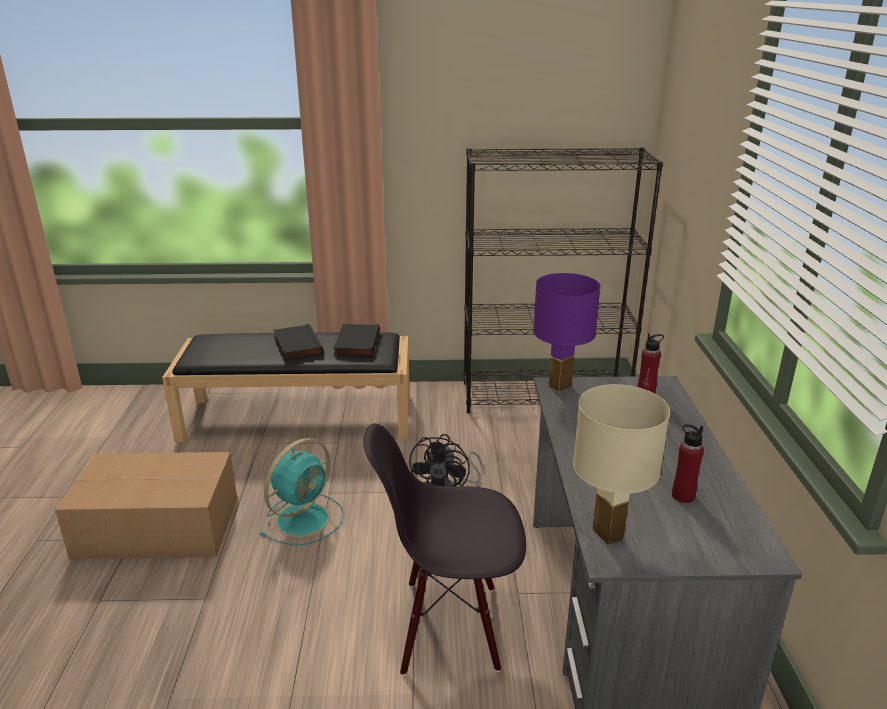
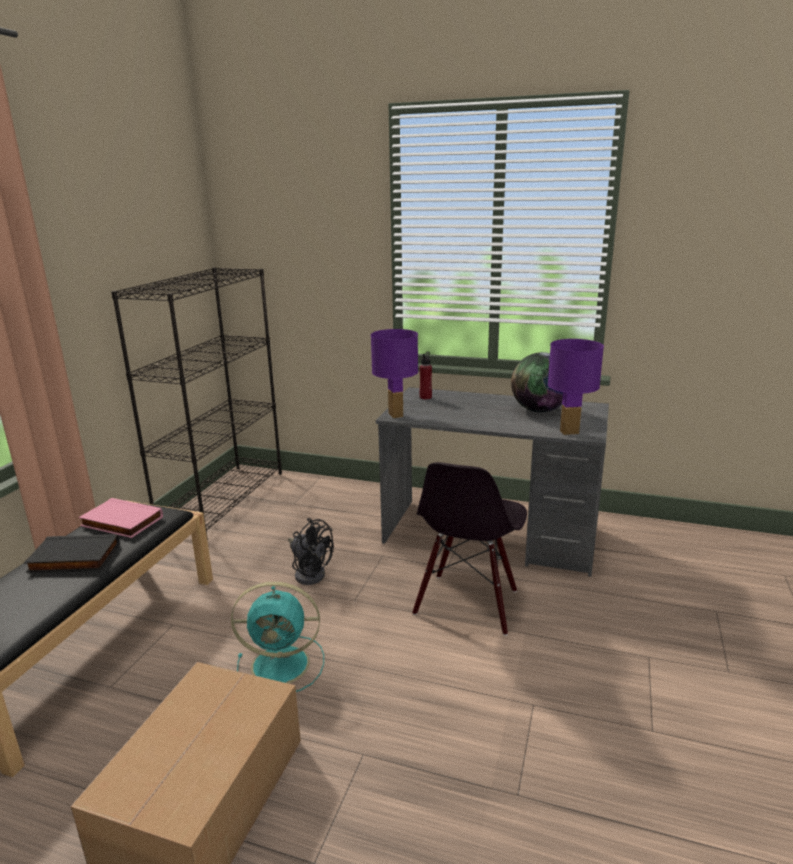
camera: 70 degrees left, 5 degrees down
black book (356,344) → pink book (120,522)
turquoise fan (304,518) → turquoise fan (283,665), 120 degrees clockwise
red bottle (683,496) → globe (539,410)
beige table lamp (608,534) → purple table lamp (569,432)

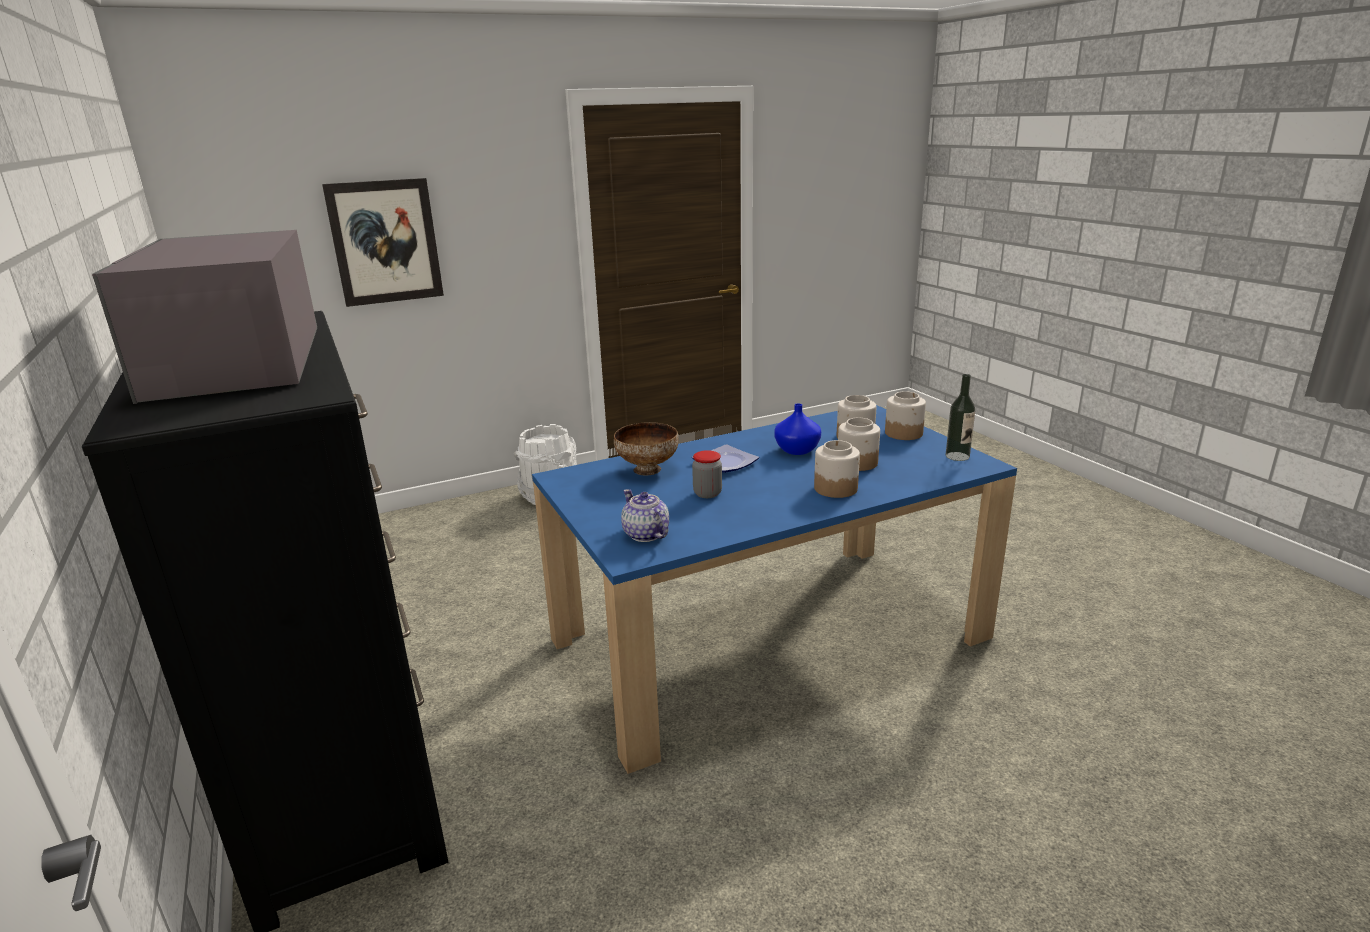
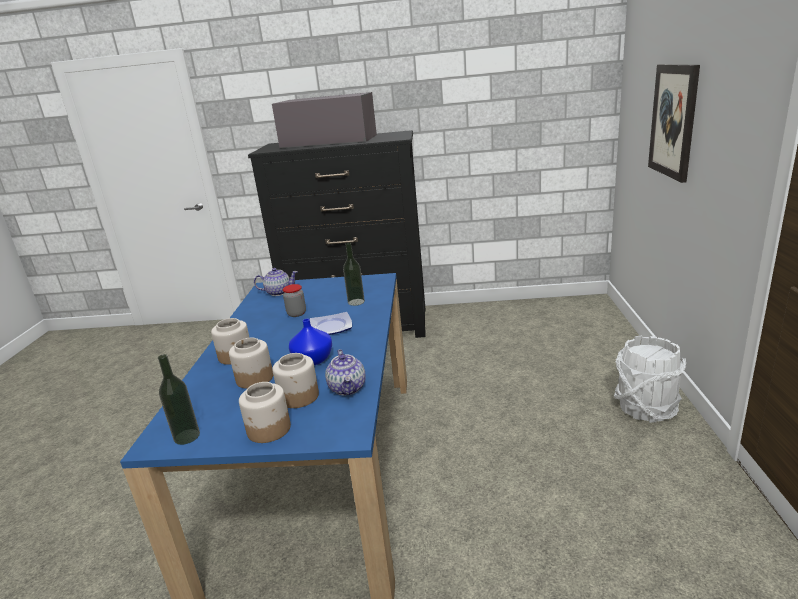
camera: 120 degrees right, 0 degrees up
- → teapot (348,388)
bowl (648,469) → bottle (356,302)

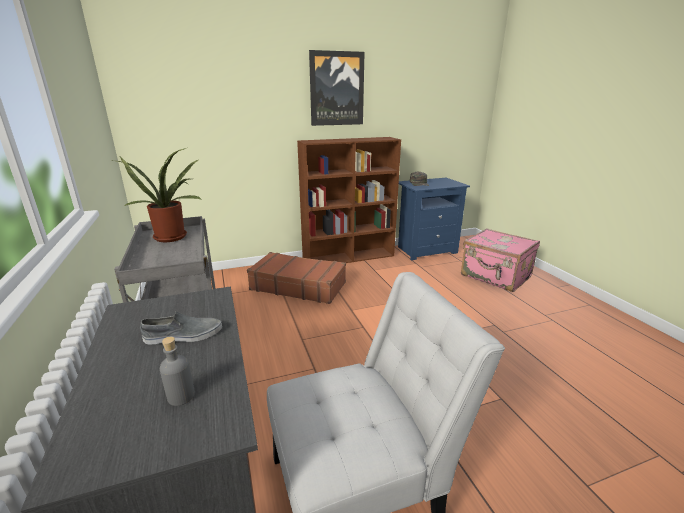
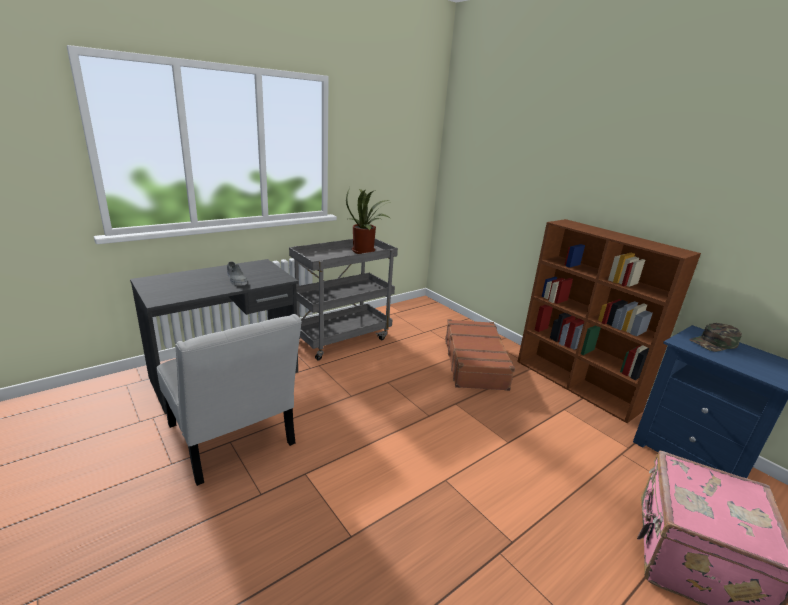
camera: 70 degrees right, 0 degrees up
grey bottle (181,396) → -
picture (336,89) → -

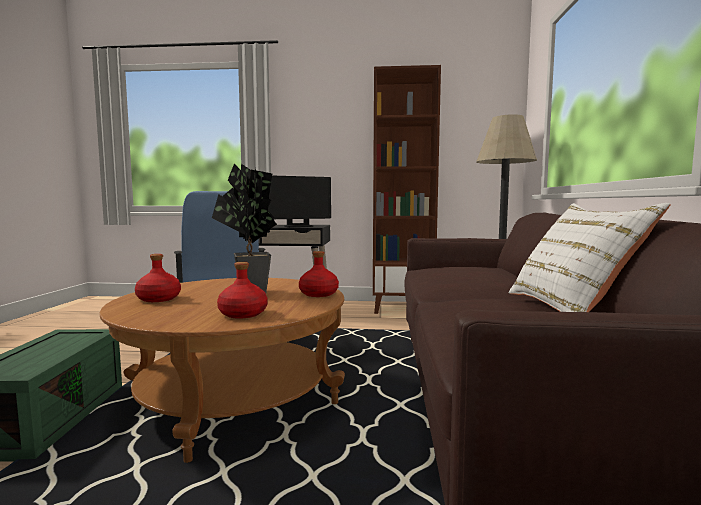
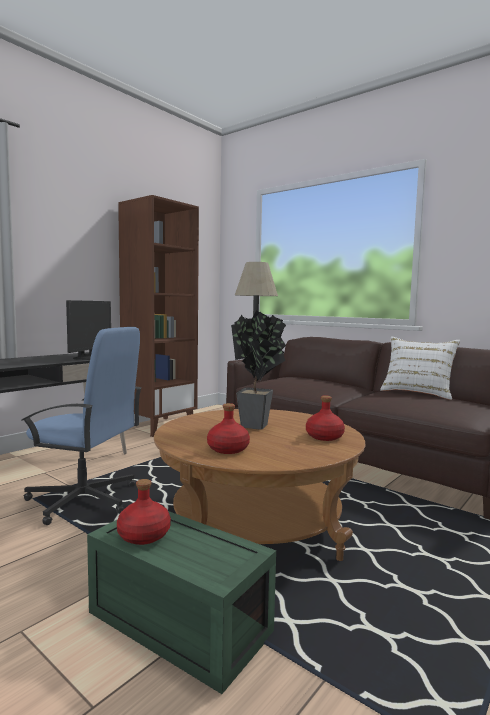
camera: 55 degrees left, 0 degrees up
red bottle (319,294) → red bottle (144,535), move

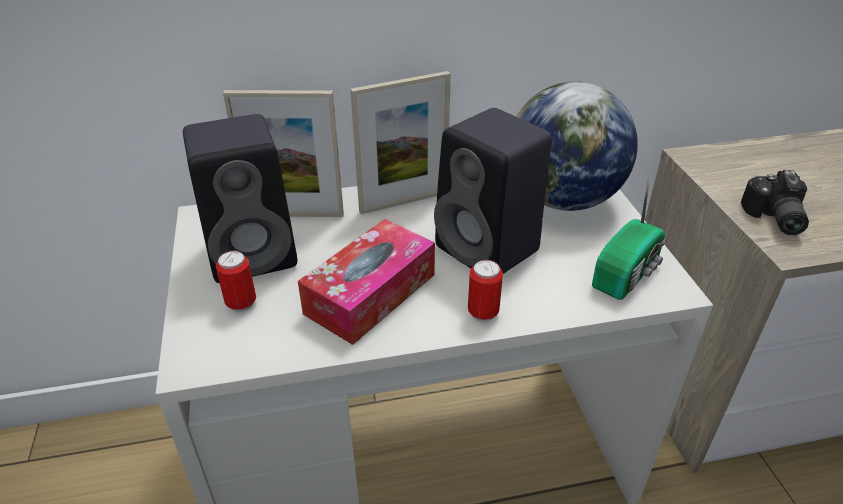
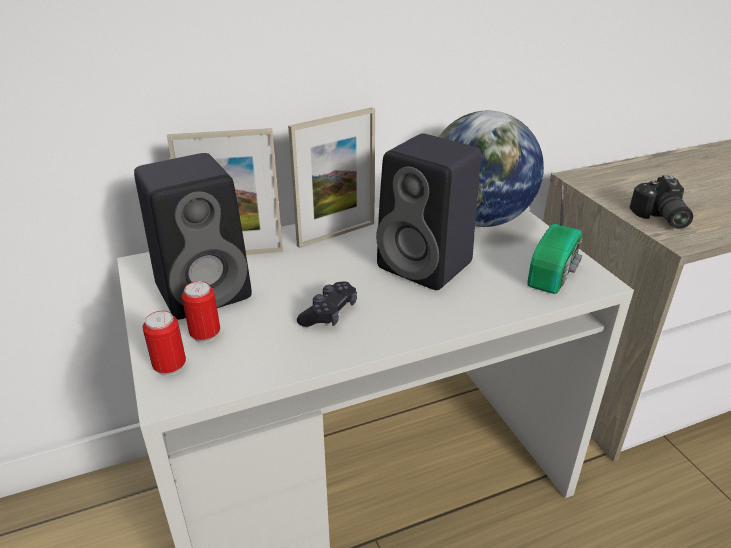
camera: 10 degrees left, 5 degrees down
can (483,313) → can (170,367), move
tissue box (370,294) → black game controller (329,313)

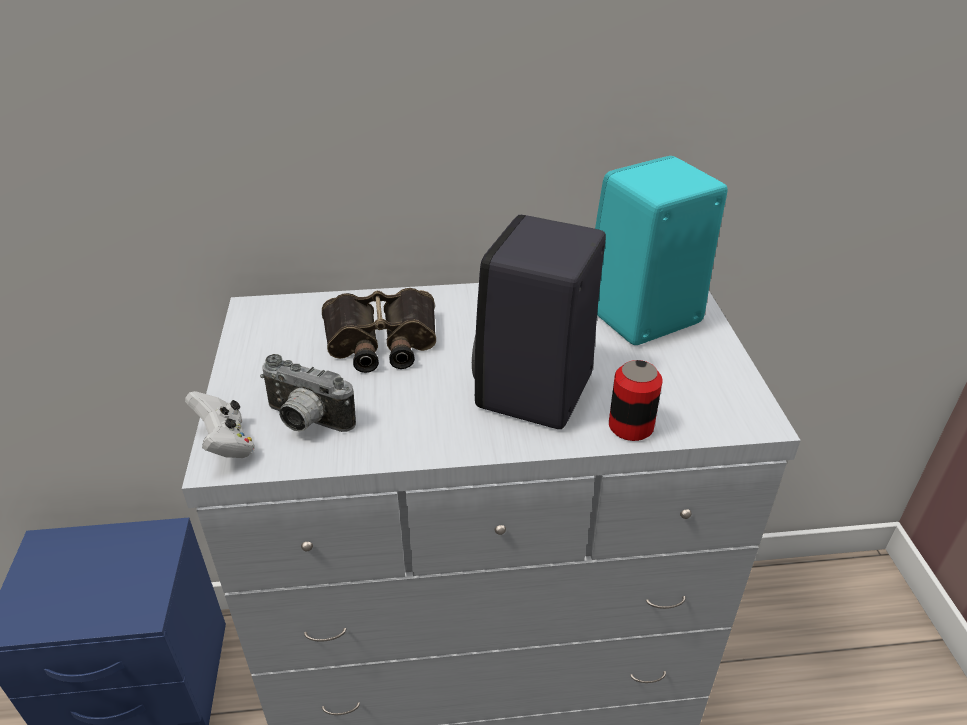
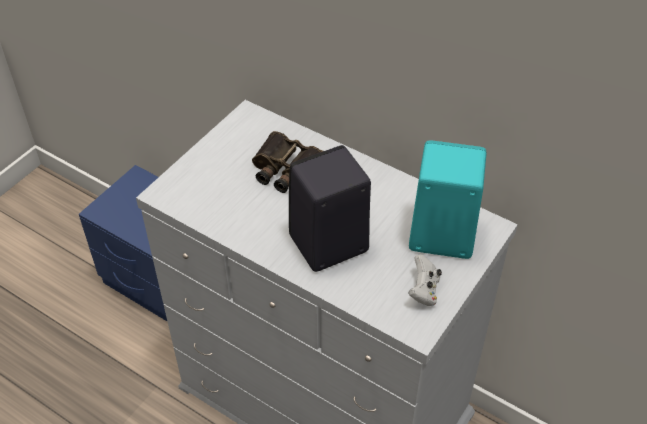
camera: 40 degrees right, 10 degrees up
white game controller (226,444) → white game controller (424,291), move
photo camera (305,422) → -
can (631,426) → -

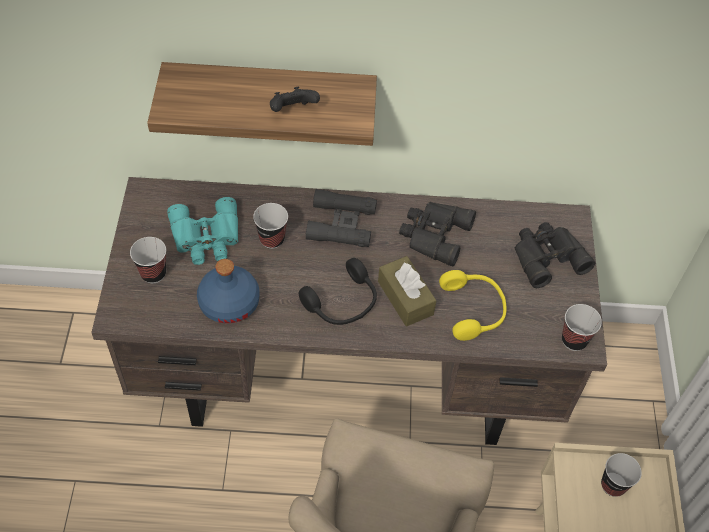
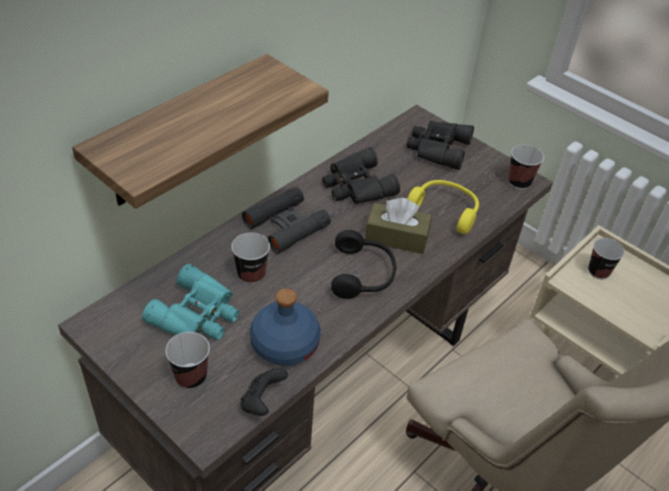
camera: 50 degrees left, 10 degrees down
black game controller (293,111) → black game controller (262,402), move

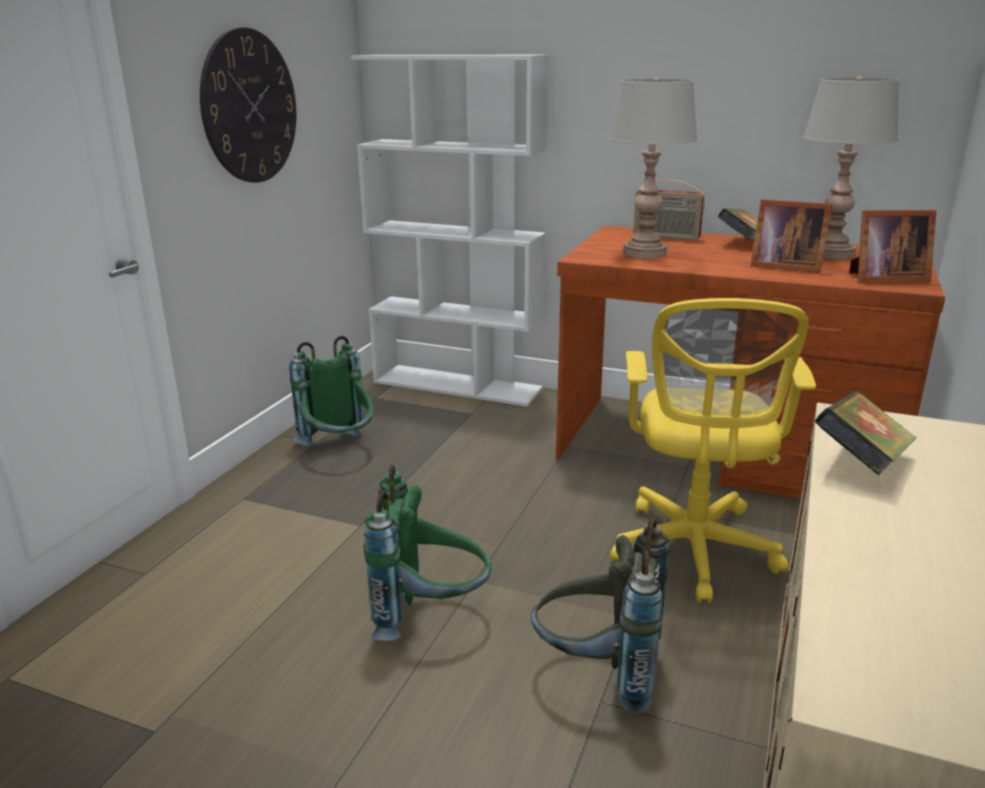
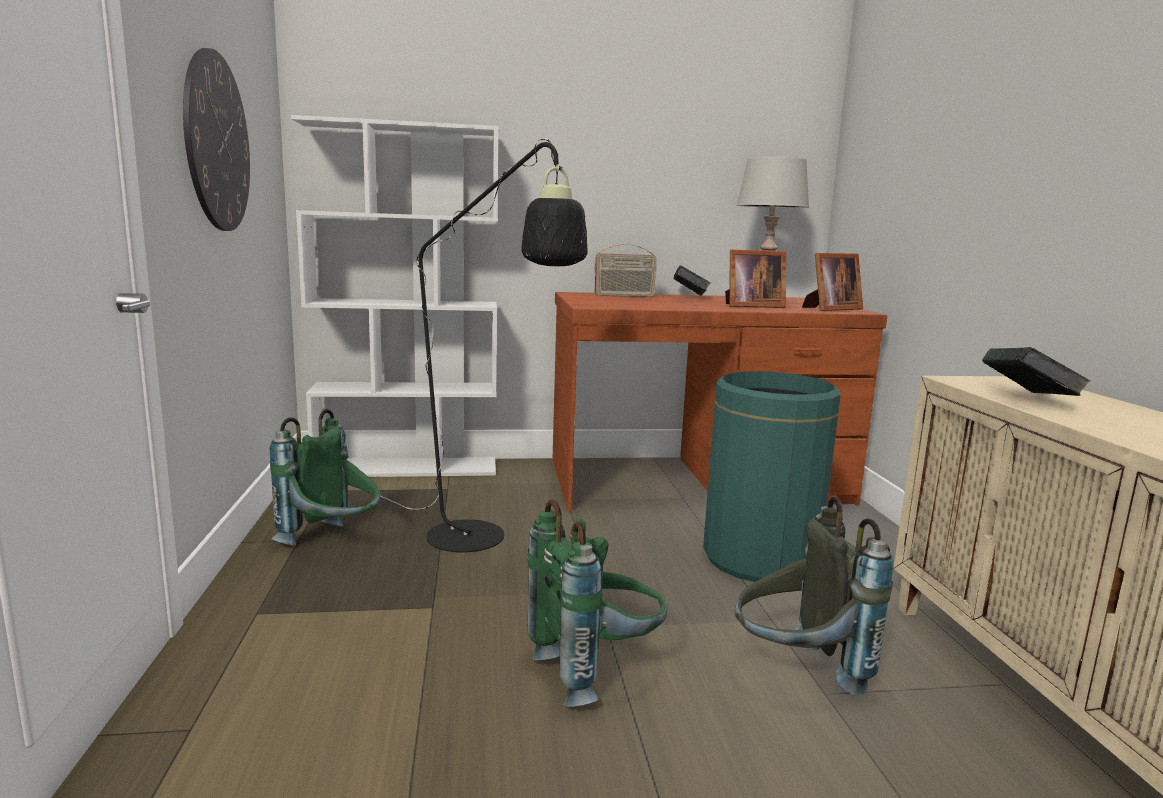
camera: 30 degrees left, 10 degrees down
- → black floor lamp (480,542)
yellow office chair (694,553) → green trash can (760,559)
grey table lamp (644,253) → -

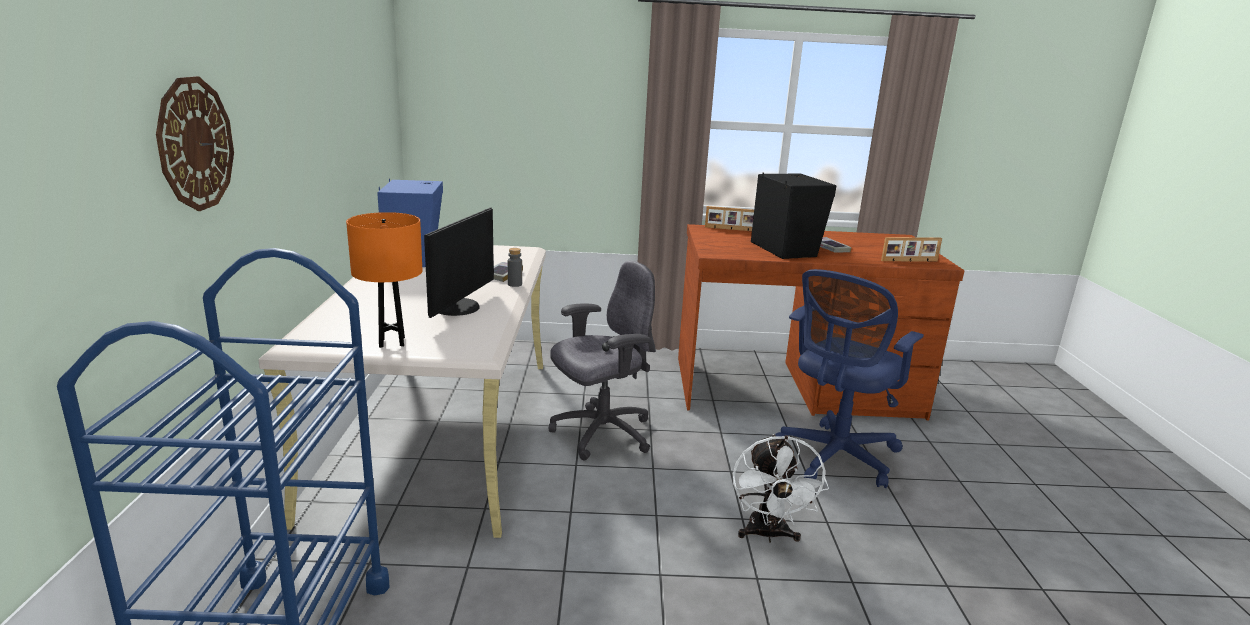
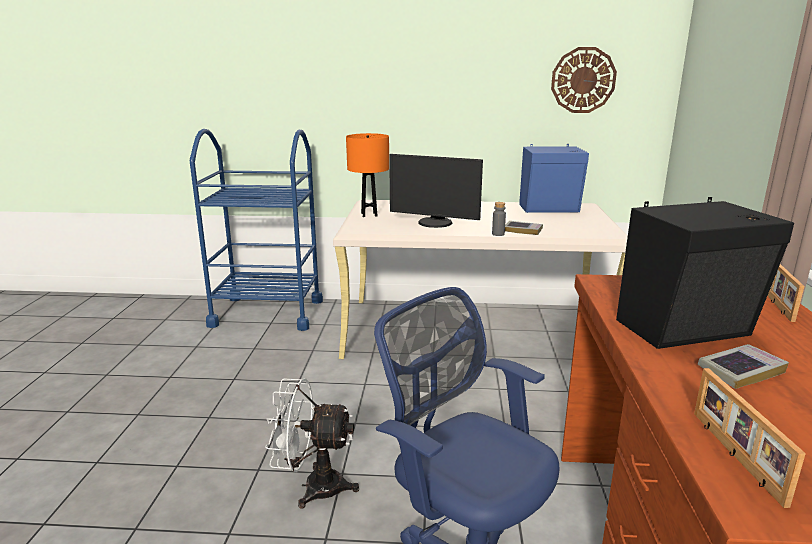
camera: 95 degrees right, 0 degrees up
wall clock (195,144) → wall clock (583,80), move
grey office chair (601,434) → -

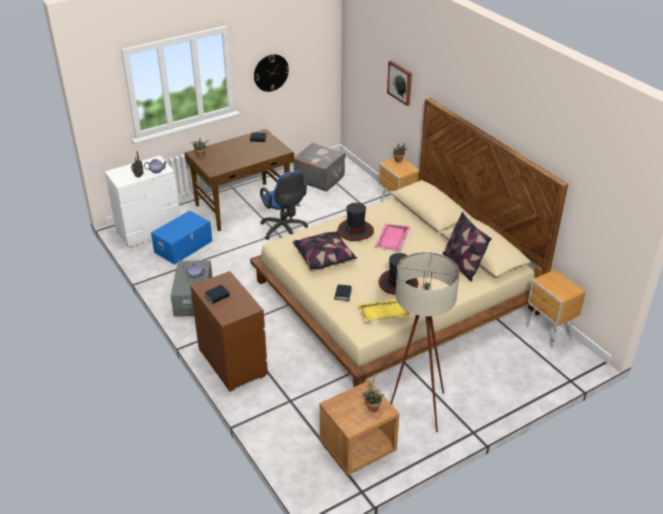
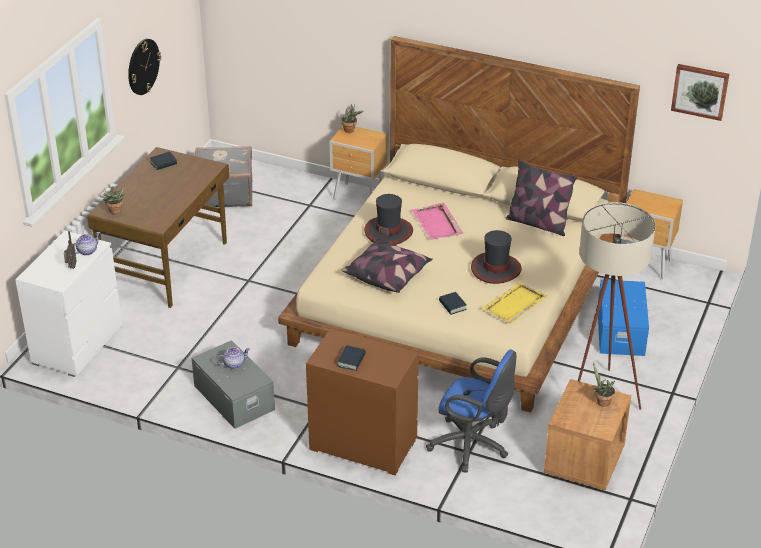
camera: 35 degrees left, 0 degrees up
blue office chair (284,231) → blue office chair (472,446), move
blue storage box (184,247) → blue storage box (621,330), move
picture (400,82) → picture (700,91), move

